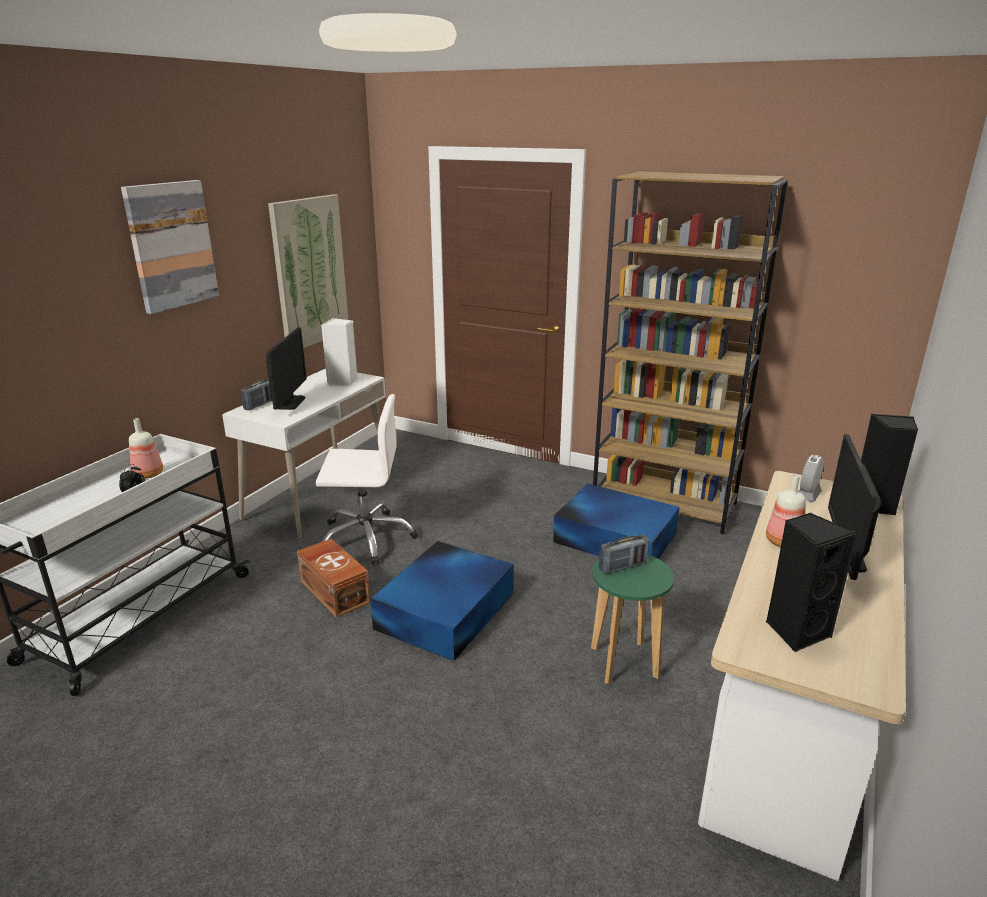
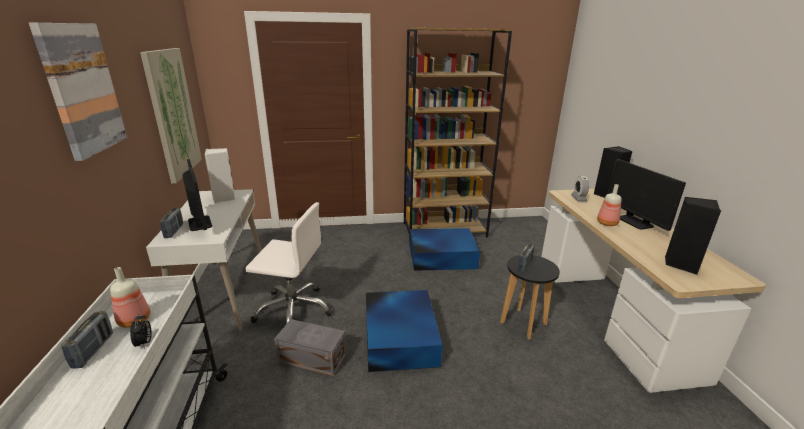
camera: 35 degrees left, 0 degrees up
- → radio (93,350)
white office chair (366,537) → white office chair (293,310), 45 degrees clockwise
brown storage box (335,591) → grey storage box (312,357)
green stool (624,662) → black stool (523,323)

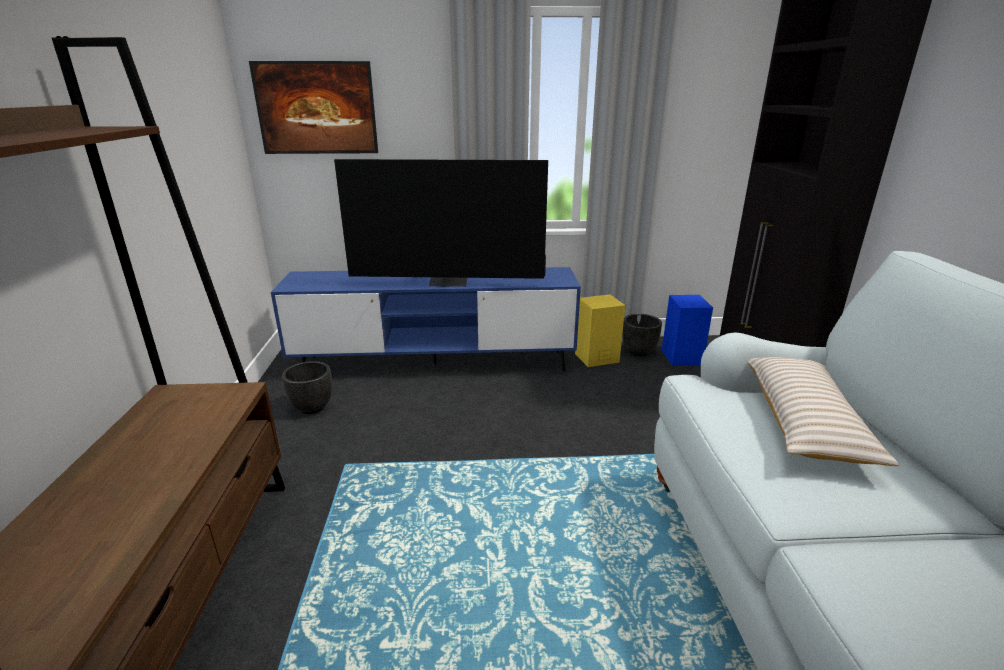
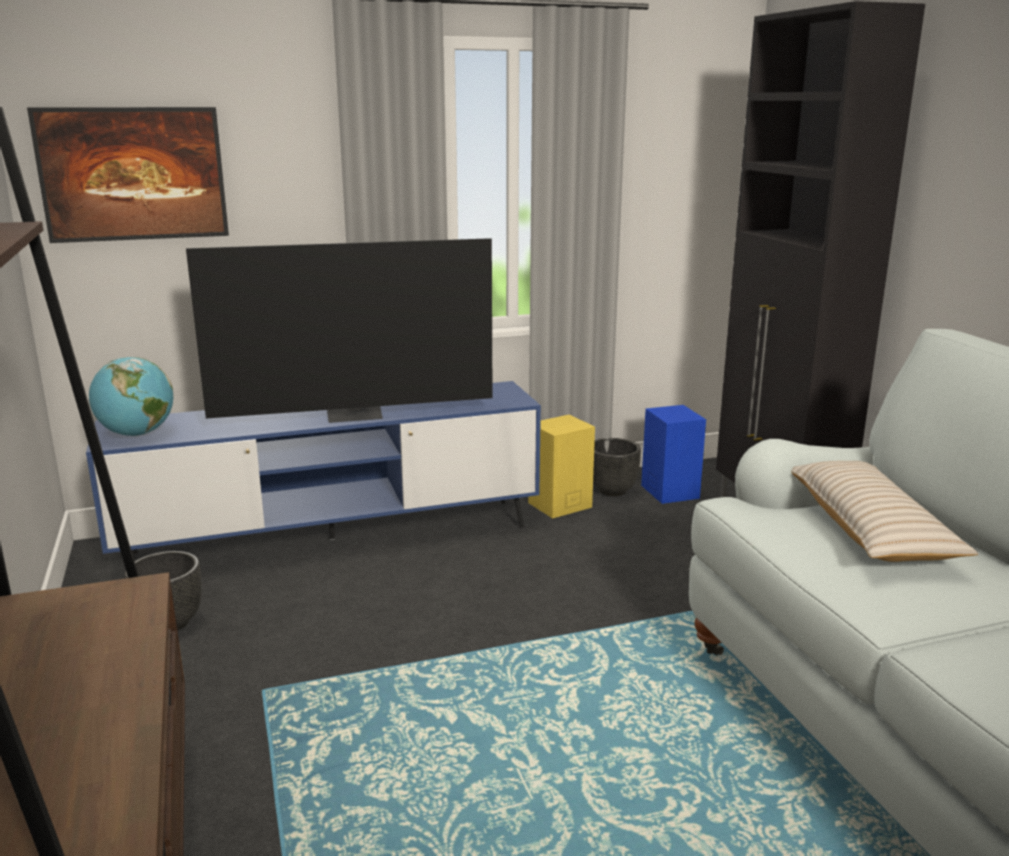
camera: 15 degrees left, 5 degrees down
- → globe (137,434)

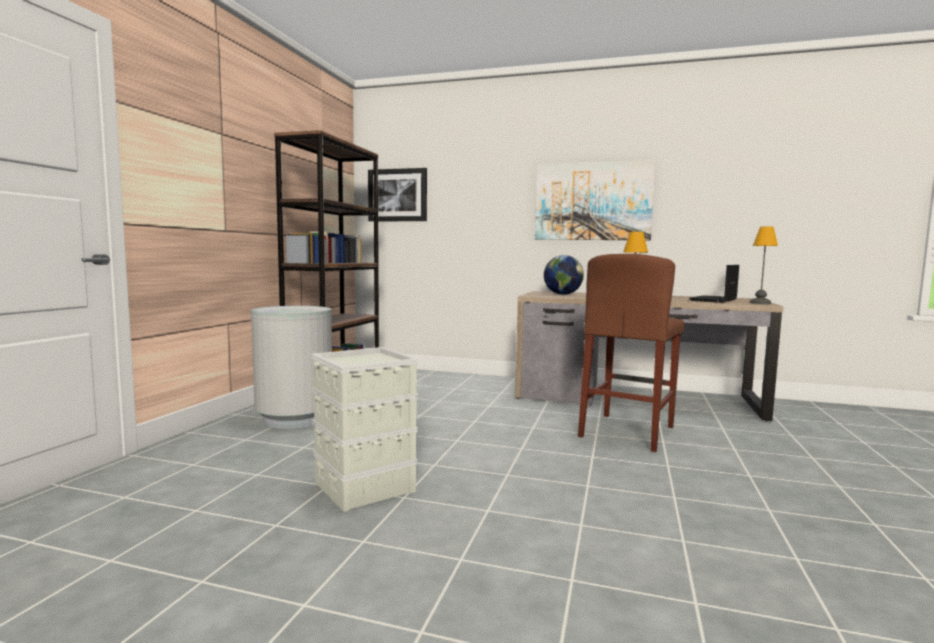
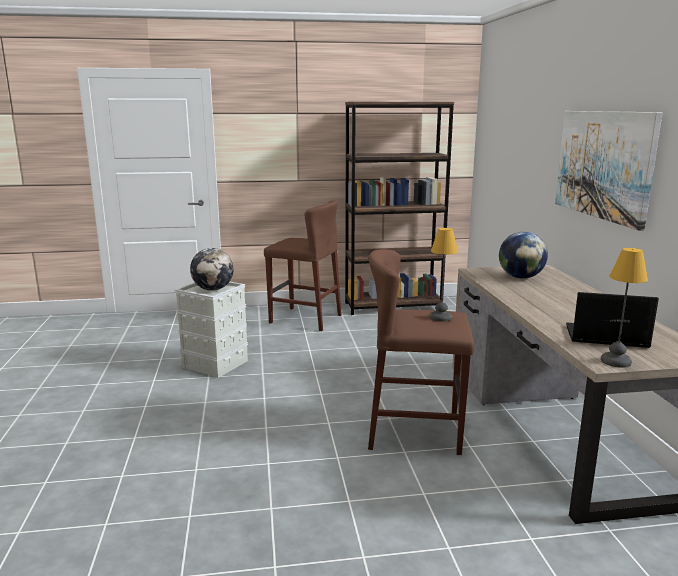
camera: 65 degrees right, 10 degrees up
- → globe (213,289)
grey trash can (295,419) → brown stool (305,319)
picture (397,195) → -

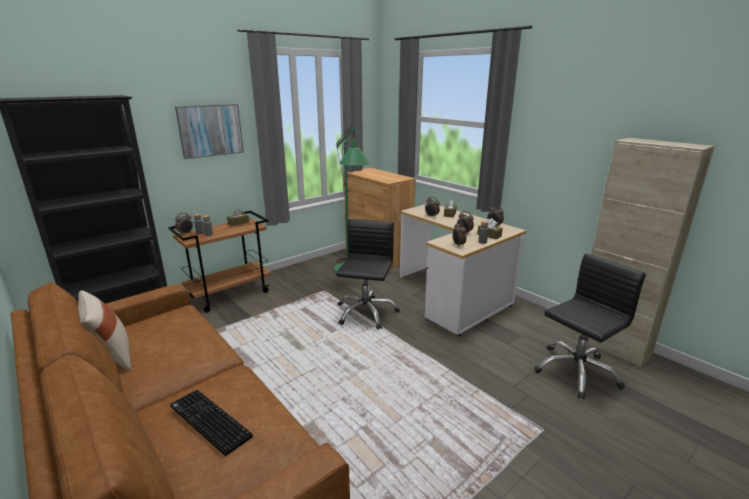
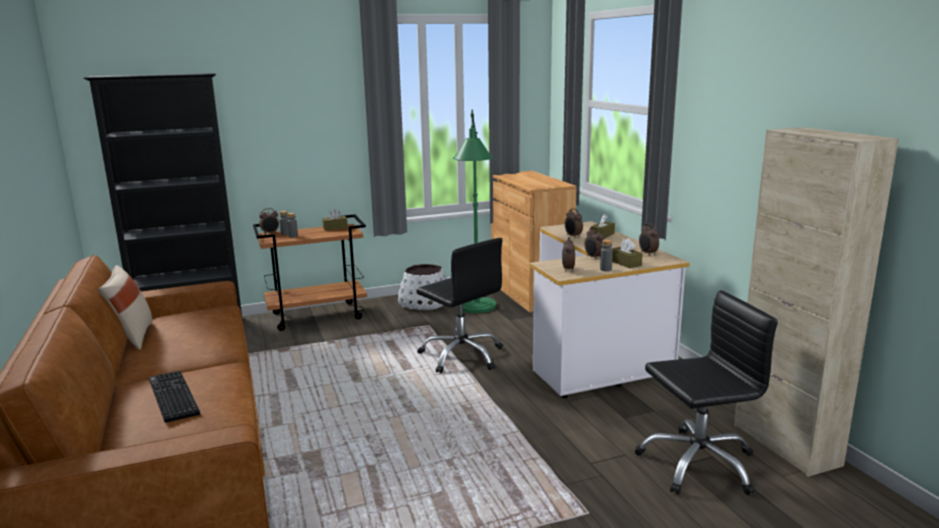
camera: 20 degrees right, 5 degrees down
- → white planter (425,303)
black office chair (366,313) → black office chair (462,356), 105 degrees clockwise
picture (210,130) → -

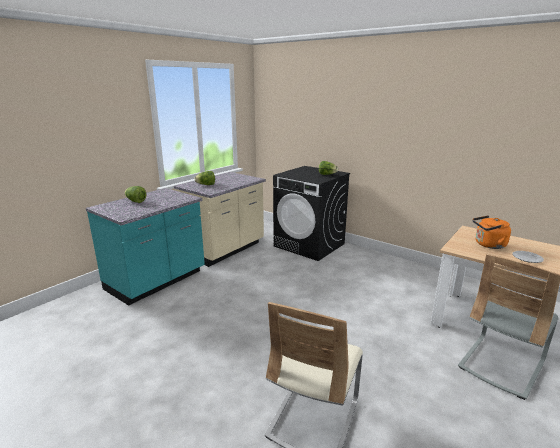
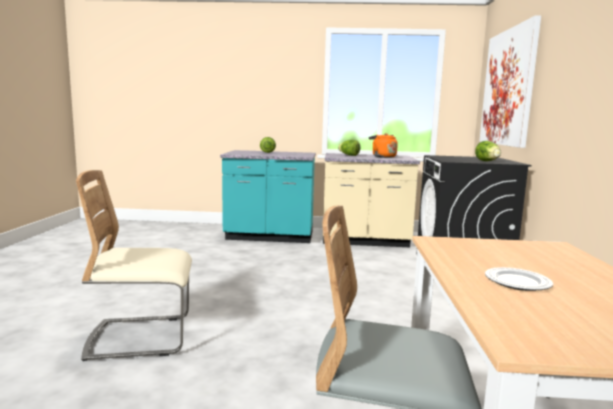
camera: 55 degrees right, 10 degrees down
orange kettle (488,245) → orange kettle (382,157), move
- → picture (508,87)

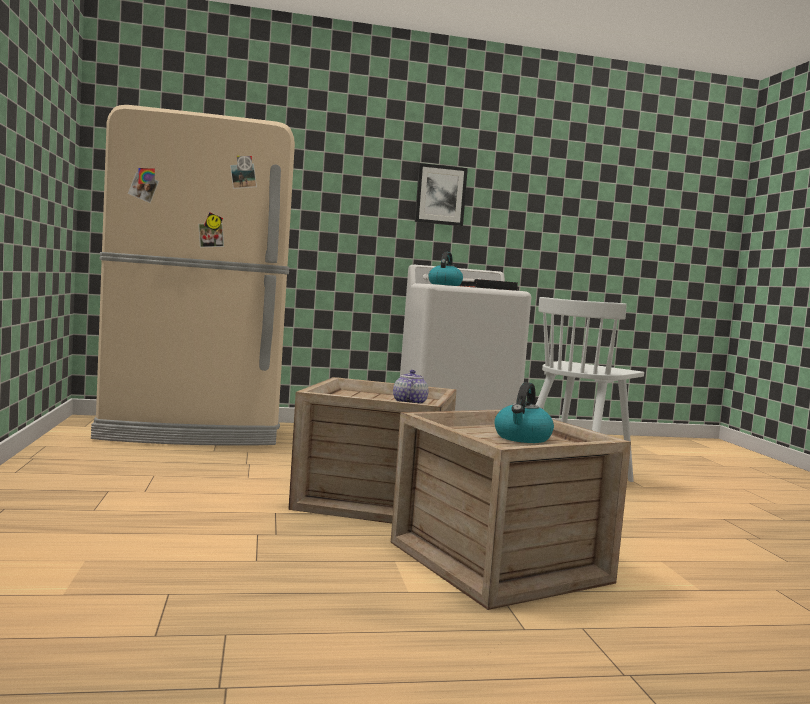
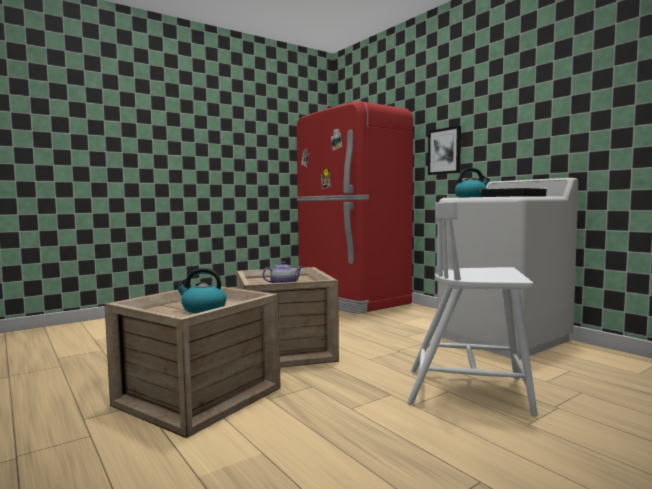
camera: 65 degrees right, 0 degrees up
beige fridge (192,432) → red fridge (350,300)
picture (440,195) → picture (444,151), move

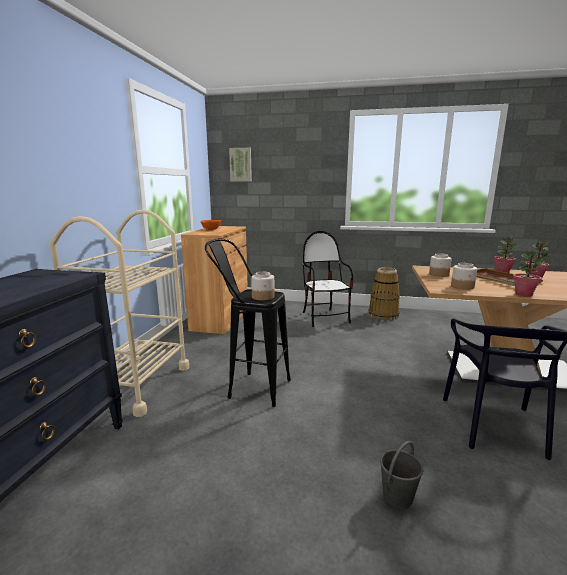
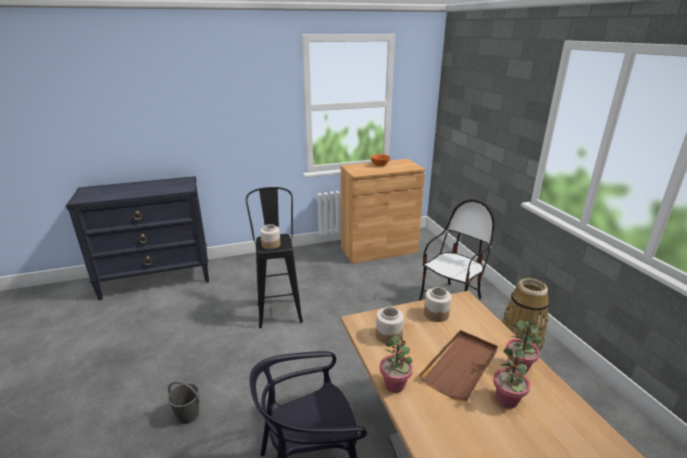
camera: 60 degrees right, 10 degrees up
beige cart (137,385) → -
picture (241,164) → -

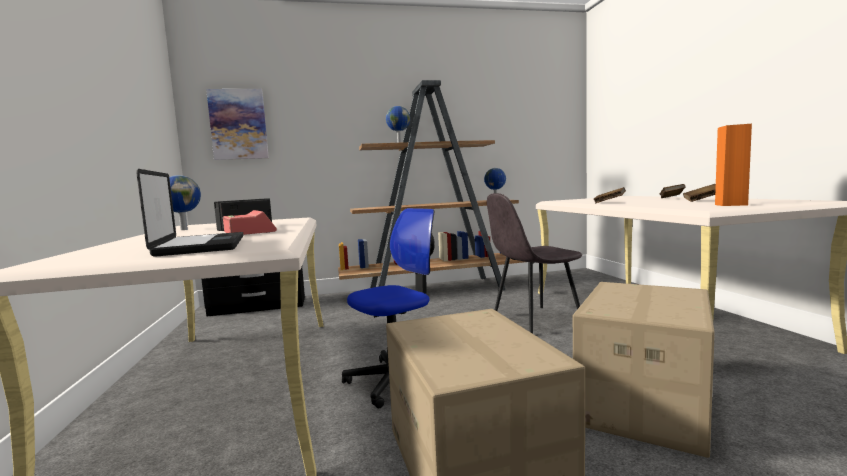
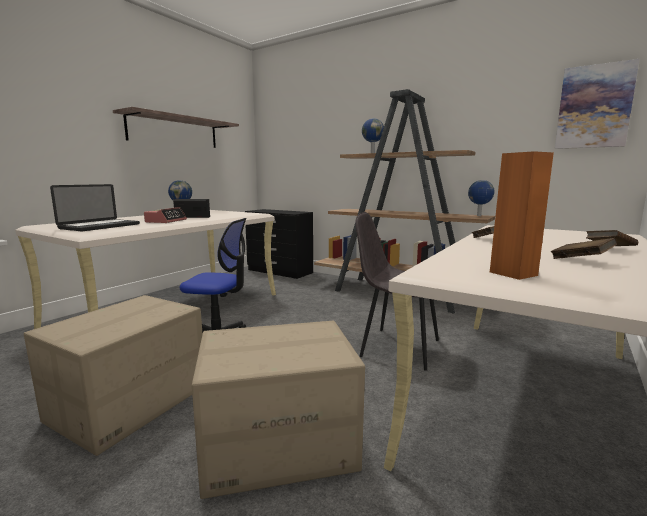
camera: 45 degrees right, 5 degrees up
- → shelf (174,131)
picture (238,124) → picture (594,107), move

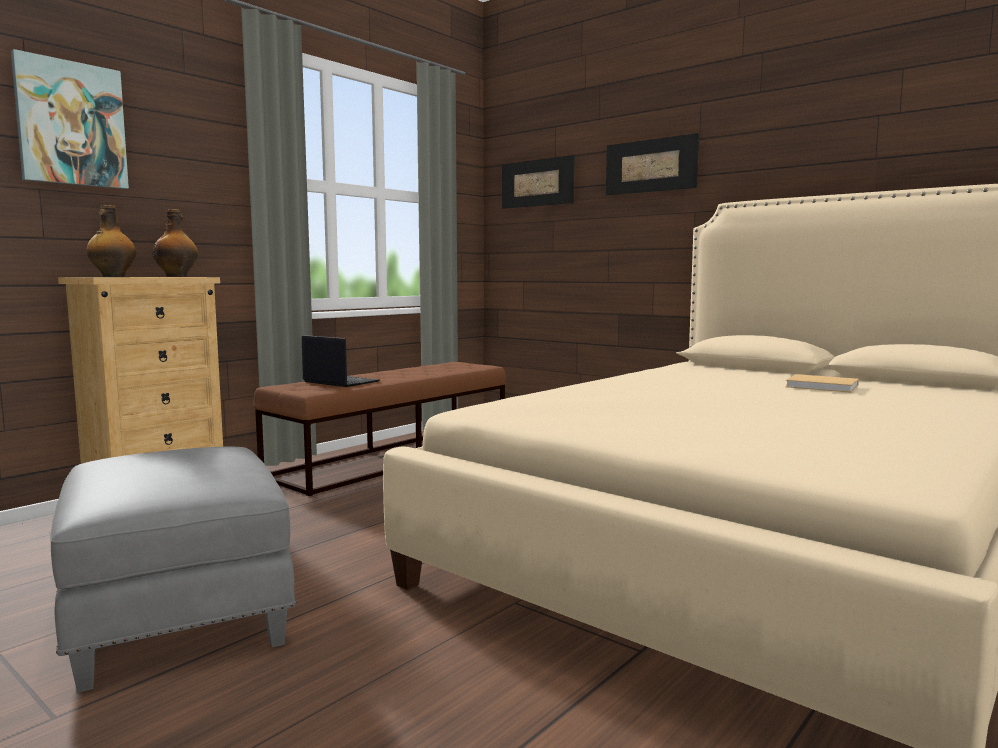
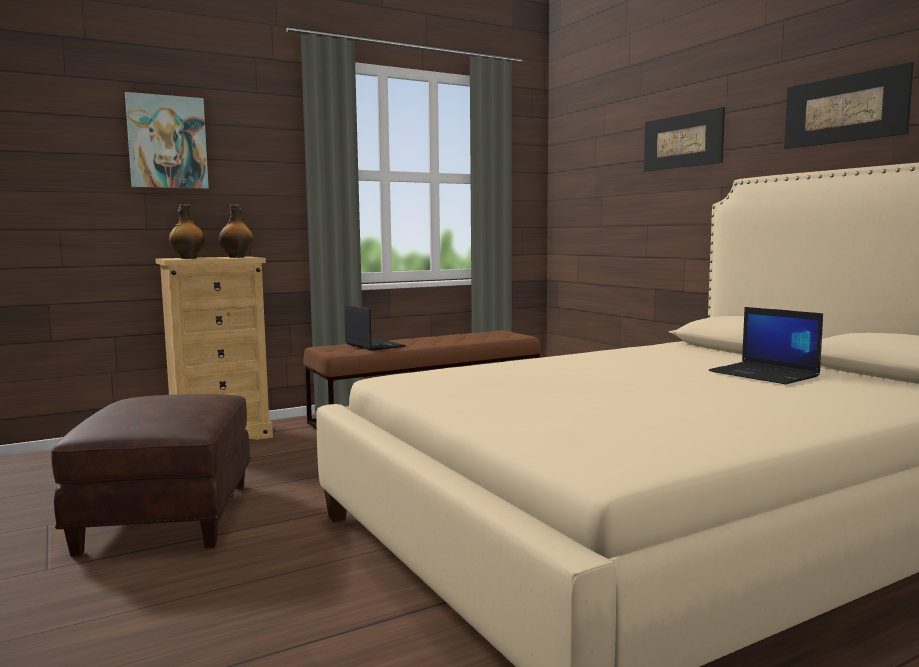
camera: 20 degrees right, 0 degrees up
grey ottoman (176,614) → brown ottoman (166,516)
beige book (824,386) → laptop (765,374)
picture (537,183) → picture (844,109), move

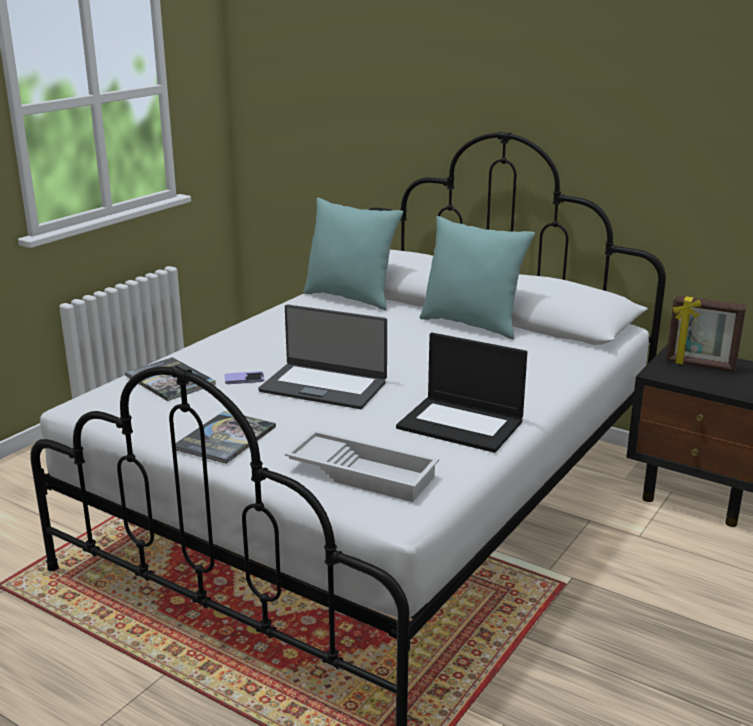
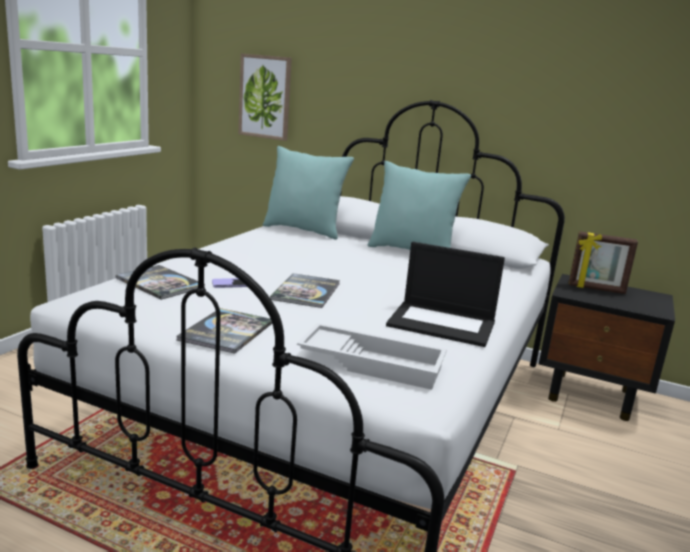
camera: 10 degrees left, 5 degrees down
- → picture (265,97)
laptop (324,386) → book (306,291)

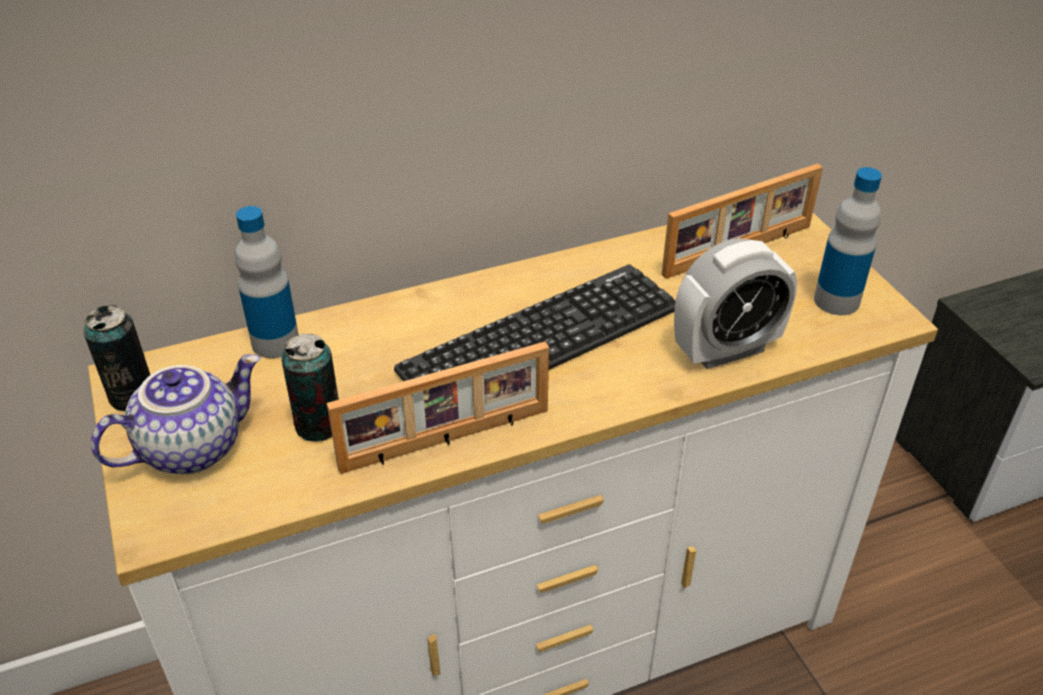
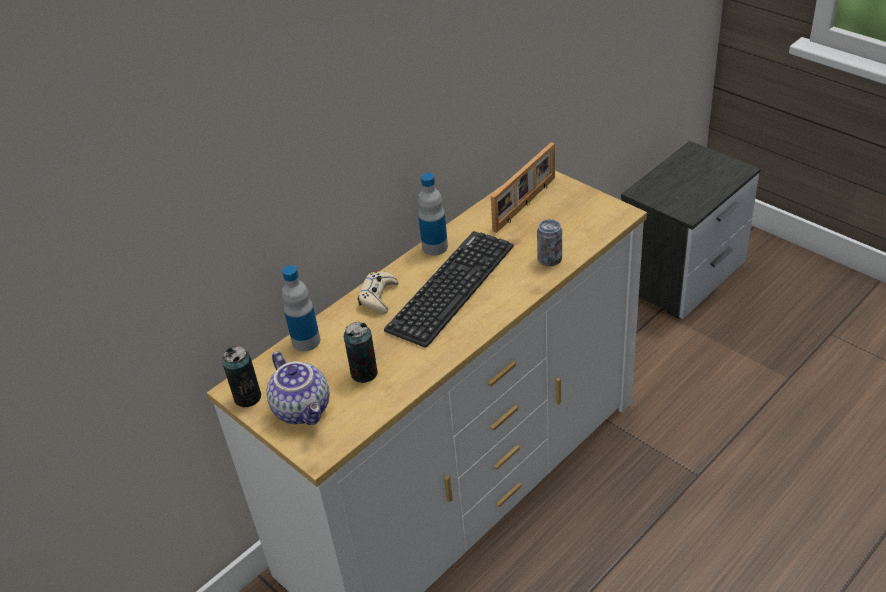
camera: 20 degrees left, 0 degrees up
teapot (192,446) → teapot (304,409), 120 degrees clockwise
- → beige game controller (378,297)
bottle (836,301) → bottle (435,247), move
alarm clock (726,350) → can (549,259)
picture frame (446,441) → -

